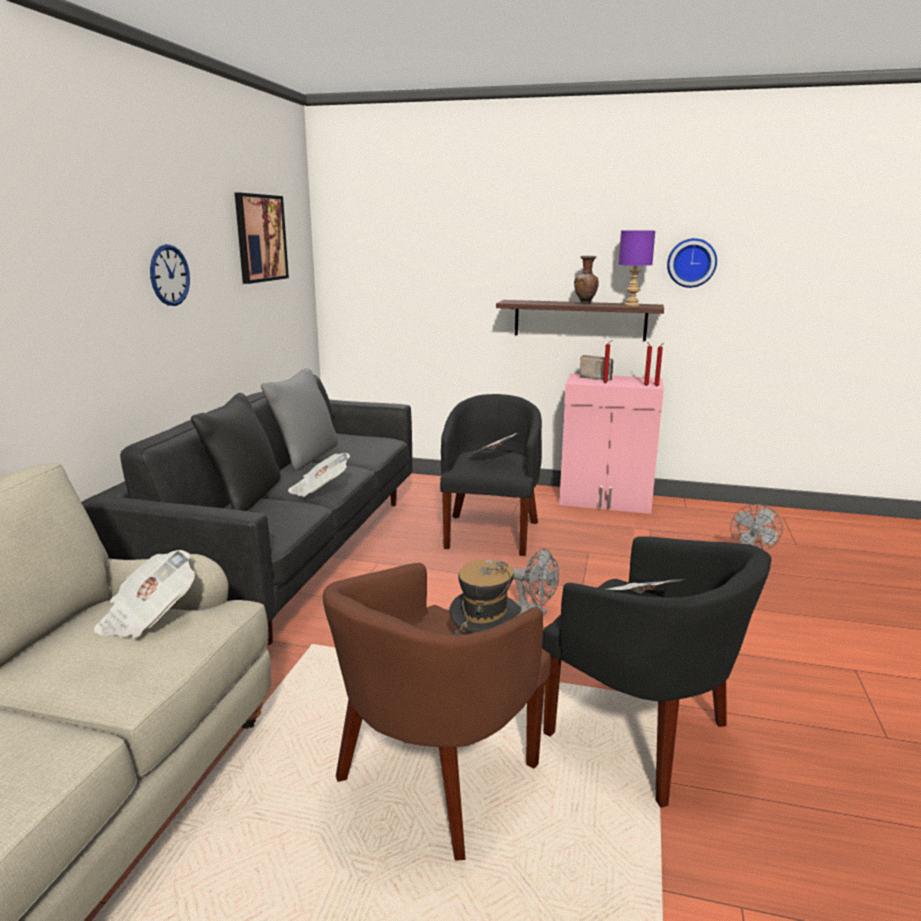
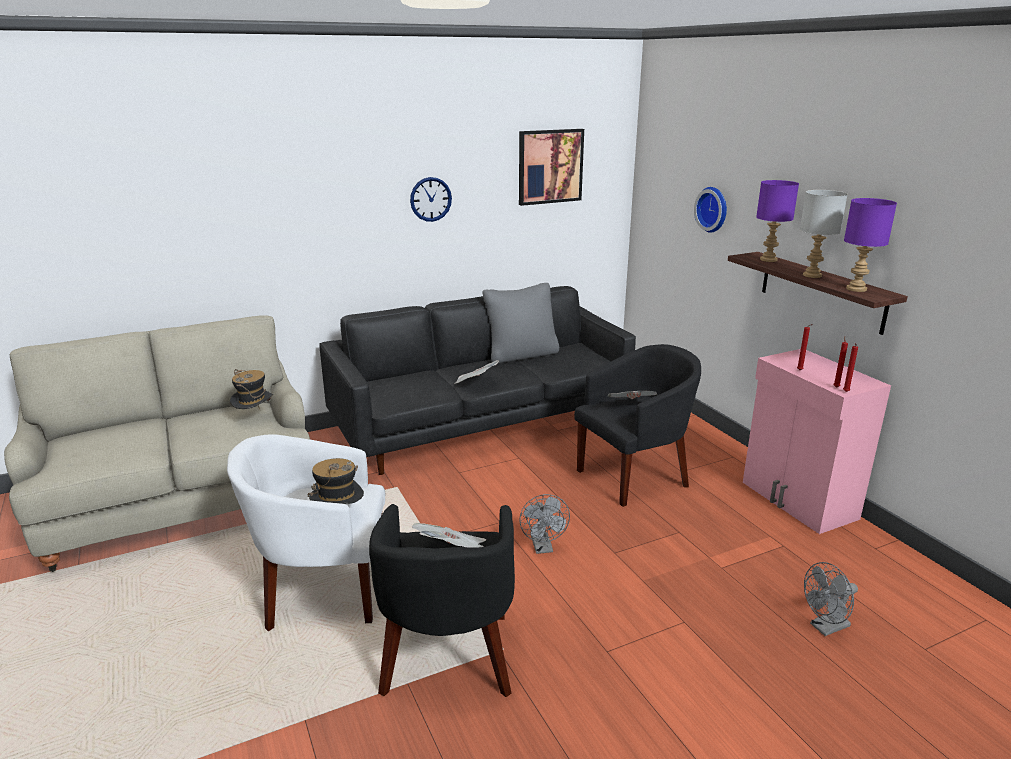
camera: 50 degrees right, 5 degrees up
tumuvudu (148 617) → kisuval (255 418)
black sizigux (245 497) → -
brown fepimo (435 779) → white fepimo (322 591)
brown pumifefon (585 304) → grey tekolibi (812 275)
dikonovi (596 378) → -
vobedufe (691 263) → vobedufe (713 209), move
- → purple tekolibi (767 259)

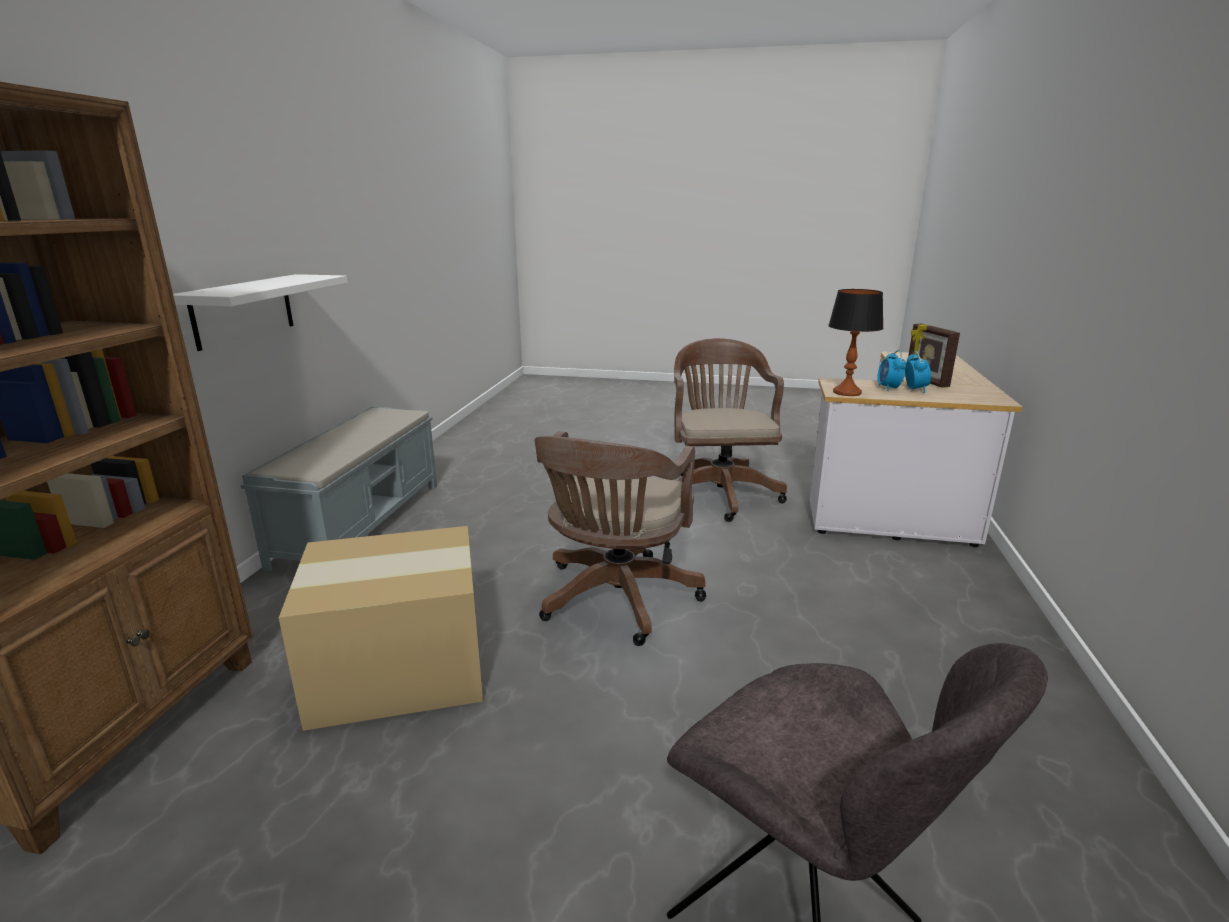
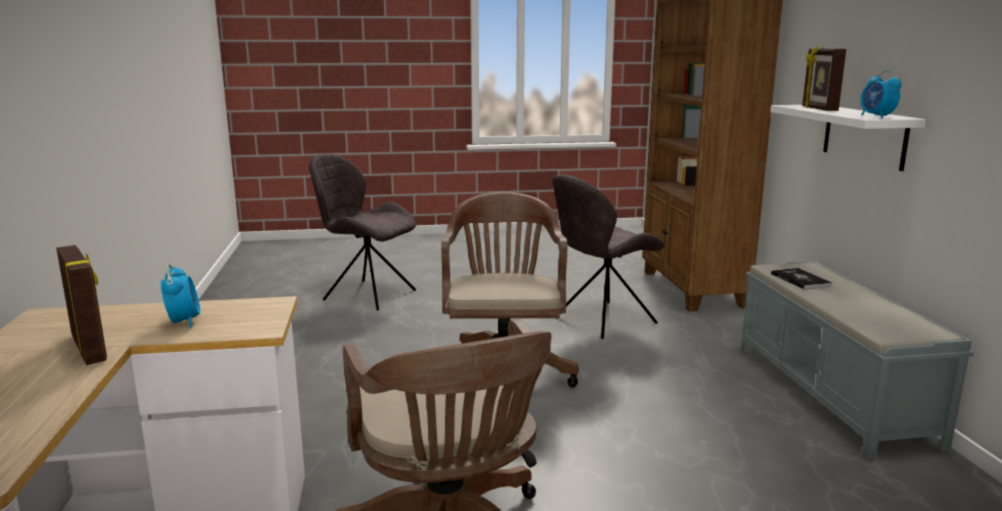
camera: 160 degrees right, 5 degrees down
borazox (402 669) → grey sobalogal (602 320)
tekolibi (846 392) → -
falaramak (915 389) → falaramak (876 117), move
- → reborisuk (800 280)
- → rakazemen (818 109)

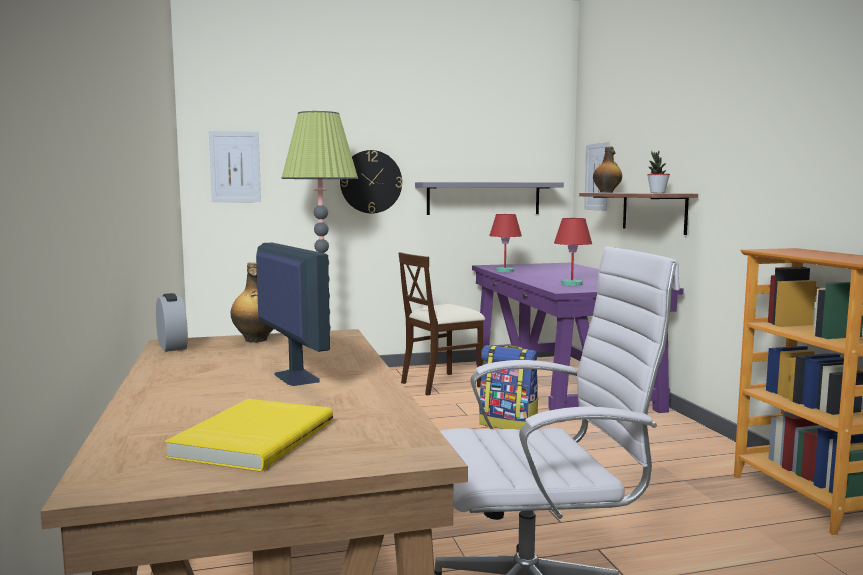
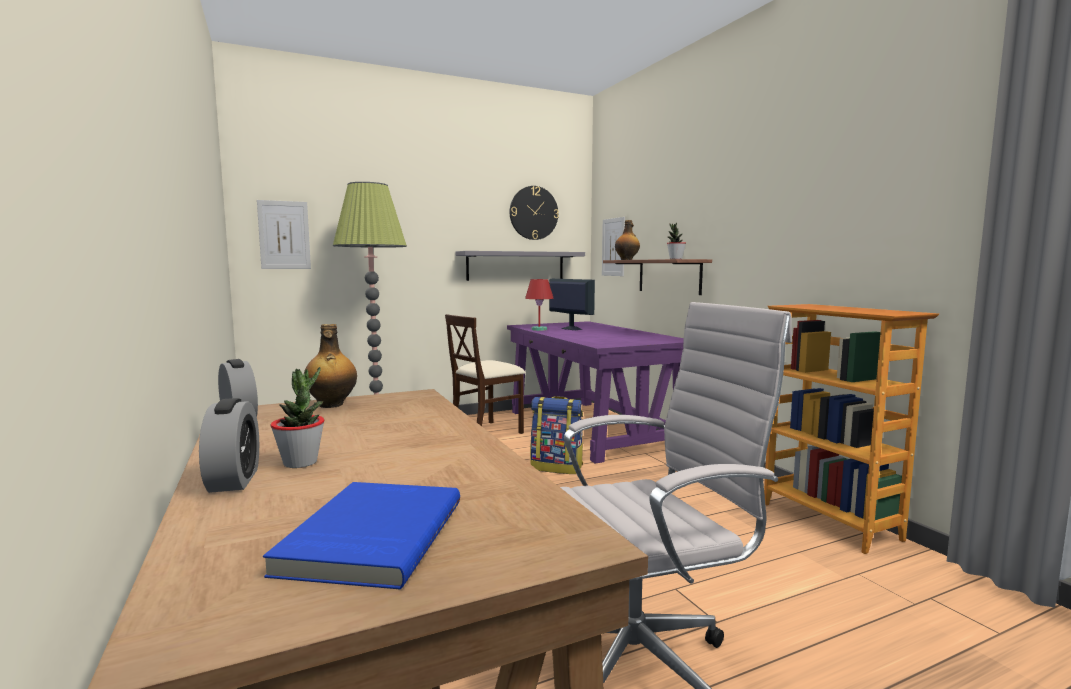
camera: 10 degrees left, 0 degrees up
yellow reborisuk (252 439) → blue reborisuk (370 536)
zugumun (295 377) → zugumun (571 329), move
vobedufe (371 182) → vobedufe (533 213), move
red tekolibi (572 284) → -
- → falaramak (234 480)
- → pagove (300 463)

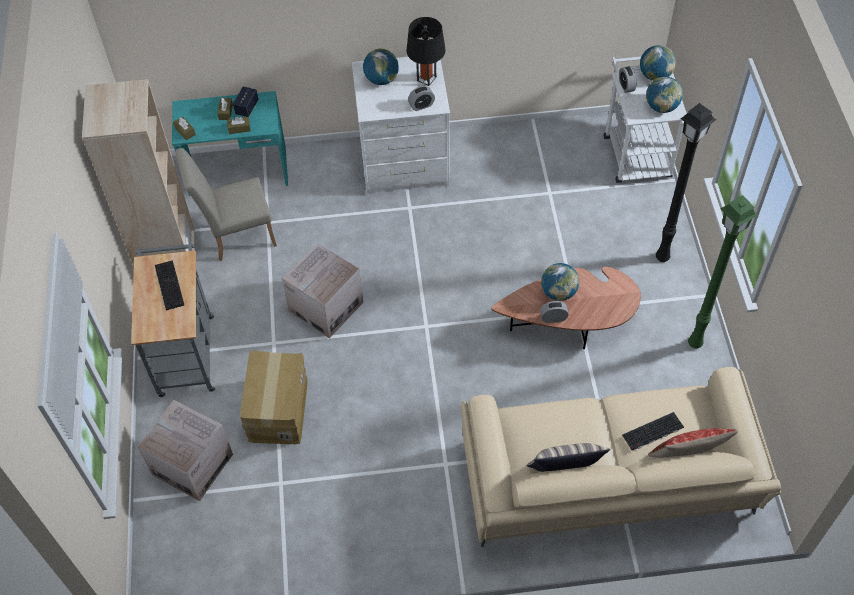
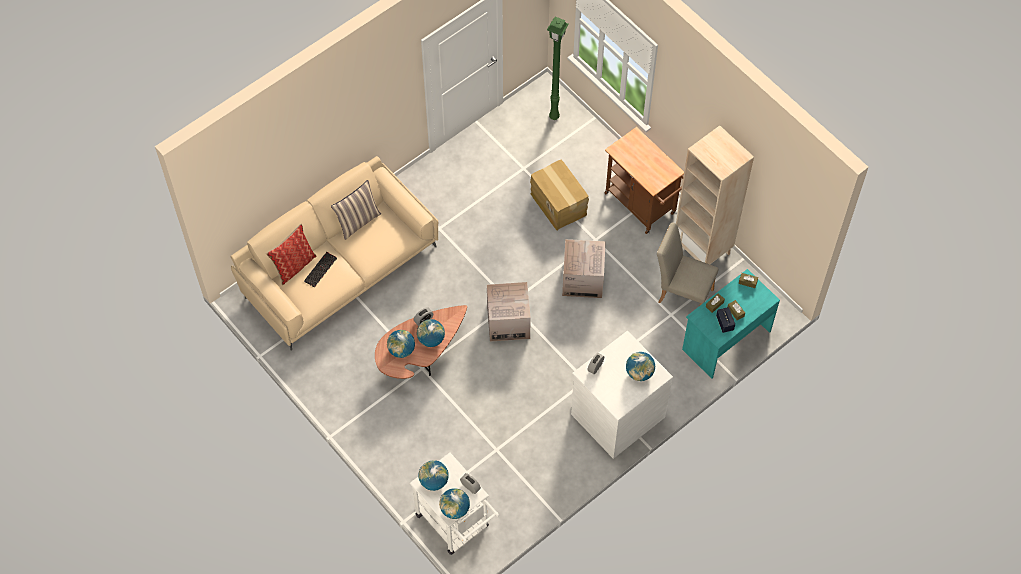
camera: 145 degrees right, 5 degrees up
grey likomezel (186 350) → brown likomezel (643 206)
borazox (193 464) → borazox (508 322), move
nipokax (168 285) → -
beige sobalogal (236 236) → beige sobalogal (681 293), 105 degrees counterclockwise
black tekolibi (426 78) → -
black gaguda (663 257) → -
green gaguda (693 343) → green gaguda (555 116), move
- → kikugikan (401 350)

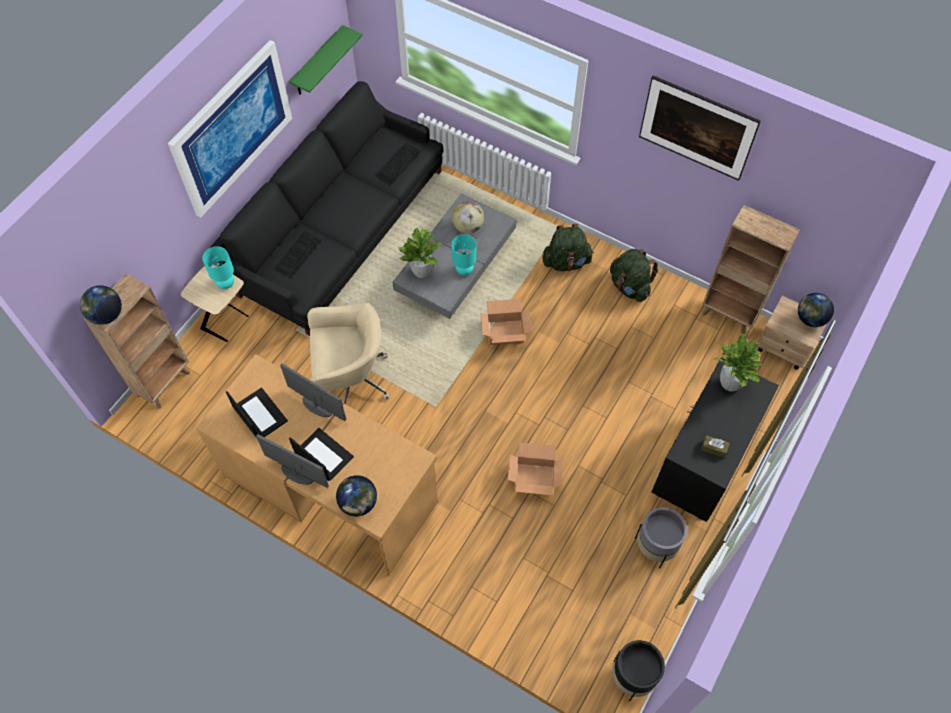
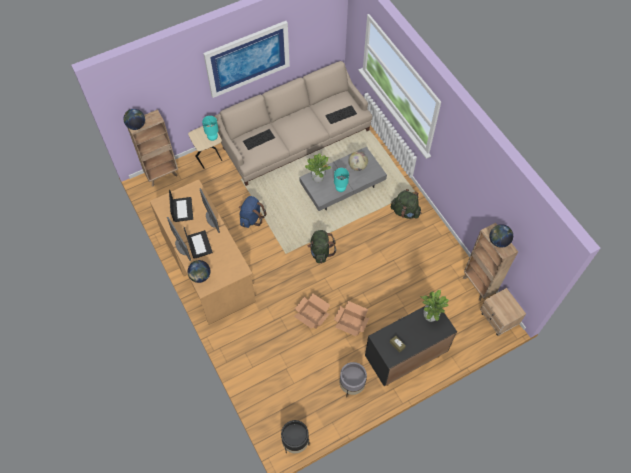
camera: 30 degrees right, 0 degrees up
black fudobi (339 230) → beige fudobi (295 137)
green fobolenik (317 62) → -
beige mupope (350 380) → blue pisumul (251 218)
borazox (505 332) → borazox (351 324), move
green pisumul (629 286) → green pisumul (320 252), move
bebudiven (693 142) → -
kikugikan (810 319) → kikugikan (498 241), move

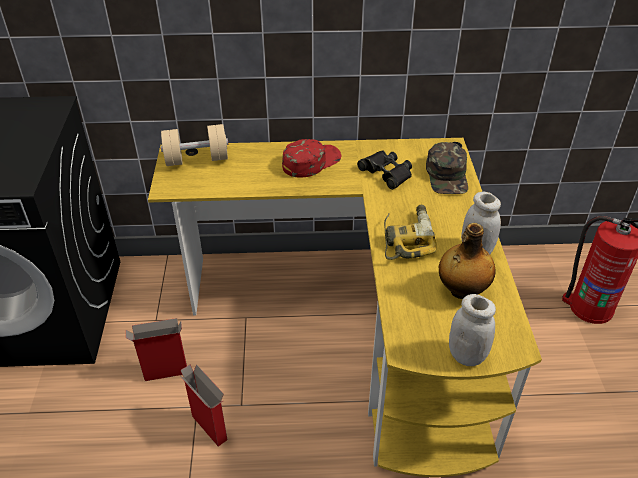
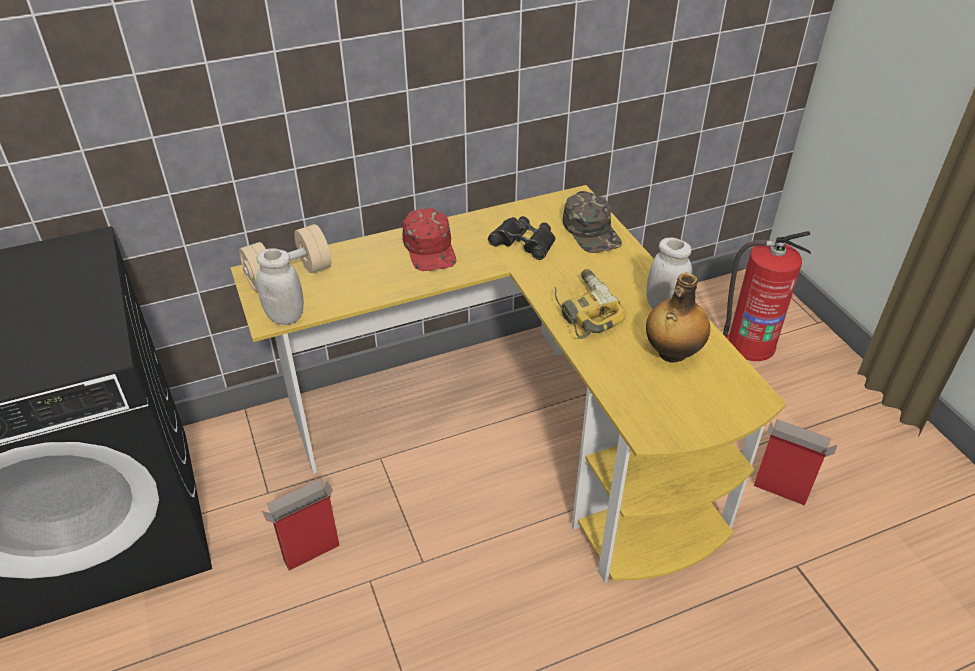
camera: 20 degrees left, 0 degrees up
borazox (210 428) → borazox (781 491), move
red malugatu (311 162) → red malugatu (430 248), 135 degrees clockwise
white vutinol (466 355) → white vutinol (285 317), move

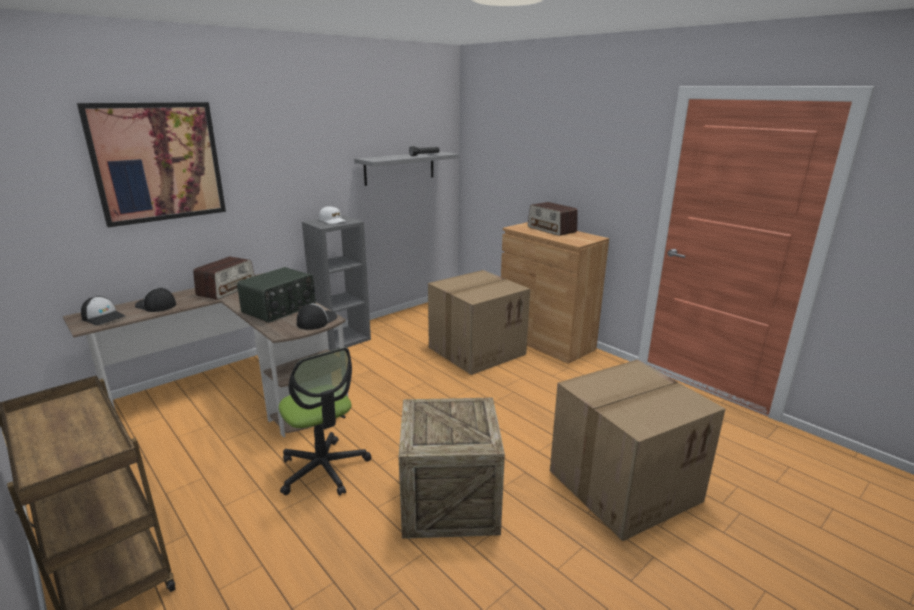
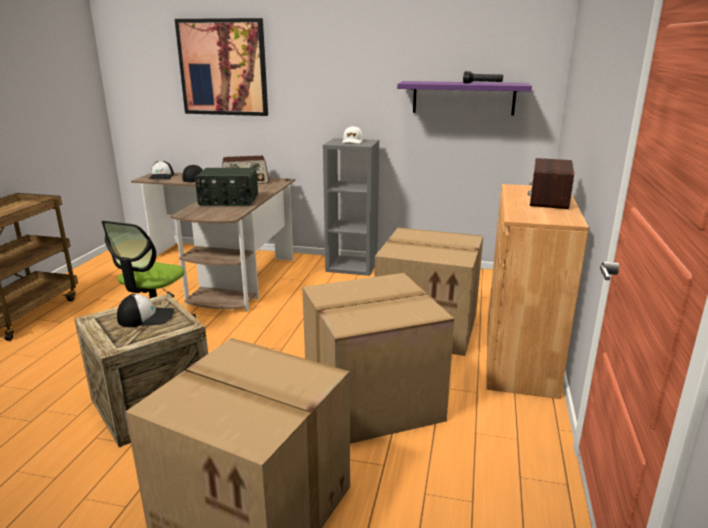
camera: 55 degrees right, 0 degrees up
malugatu (316 320) → malugatu (146 317), move
grey fobolenik (399 168) → purple fobolenik (463 98)
- → borazox (371 401)

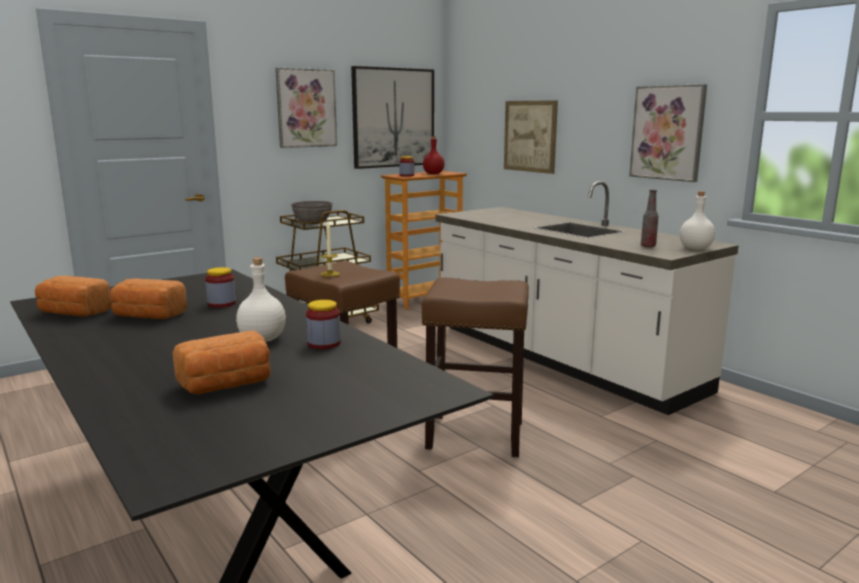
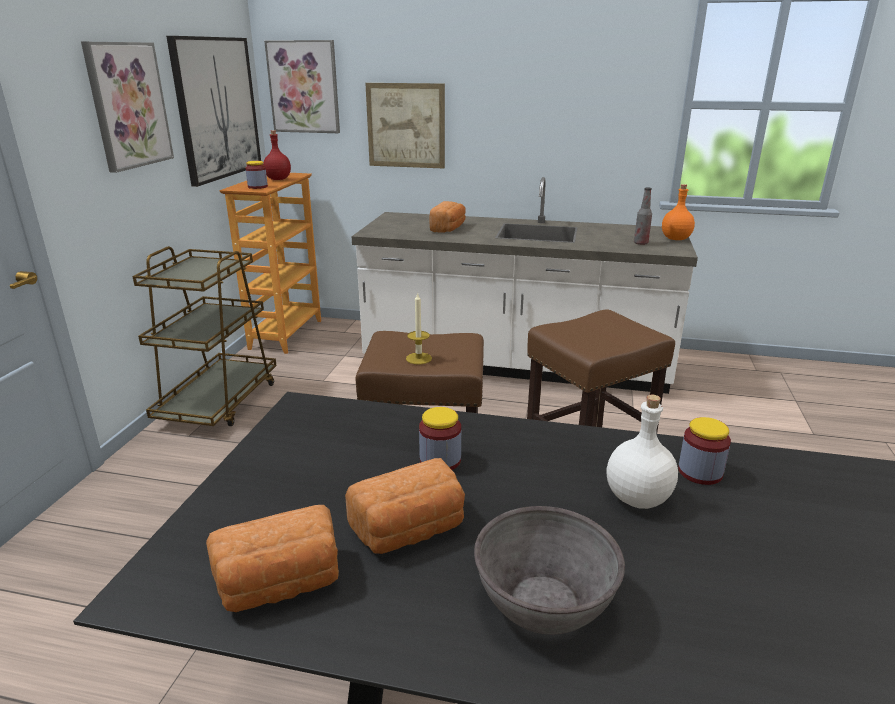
camera: 40 degrees left, 10 degrees up
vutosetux (227 385) → vutosetux (448 228), move
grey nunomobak (312 222) → grey nunomobak (544 603), move
bebudiven (667 133) → bebudiven (304 87), move
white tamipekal (695 248) → orange tamipekal (675 239)

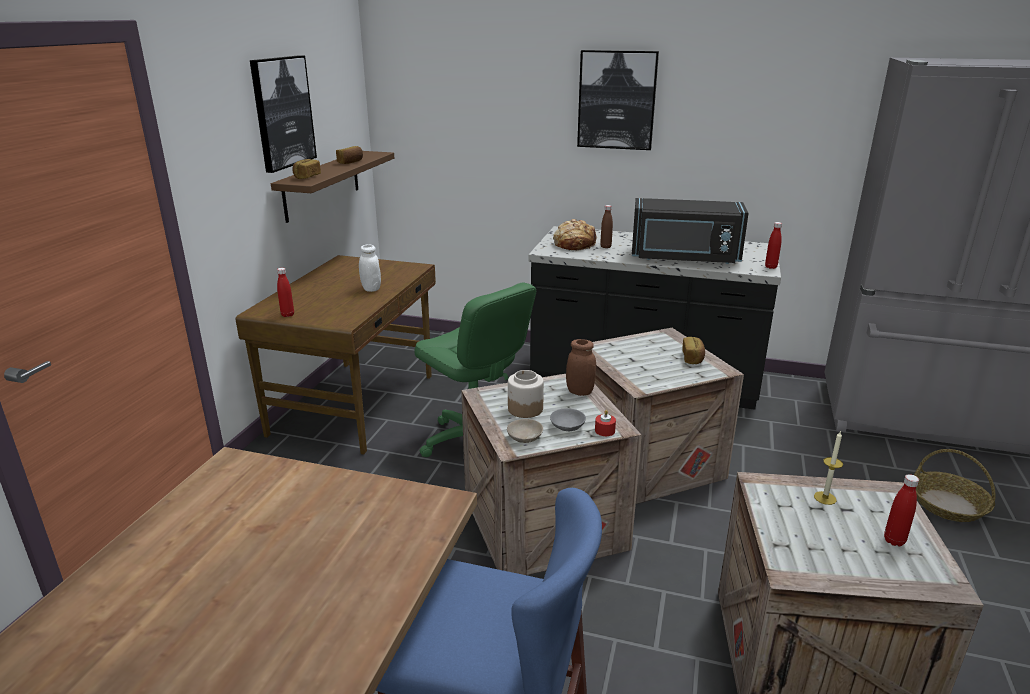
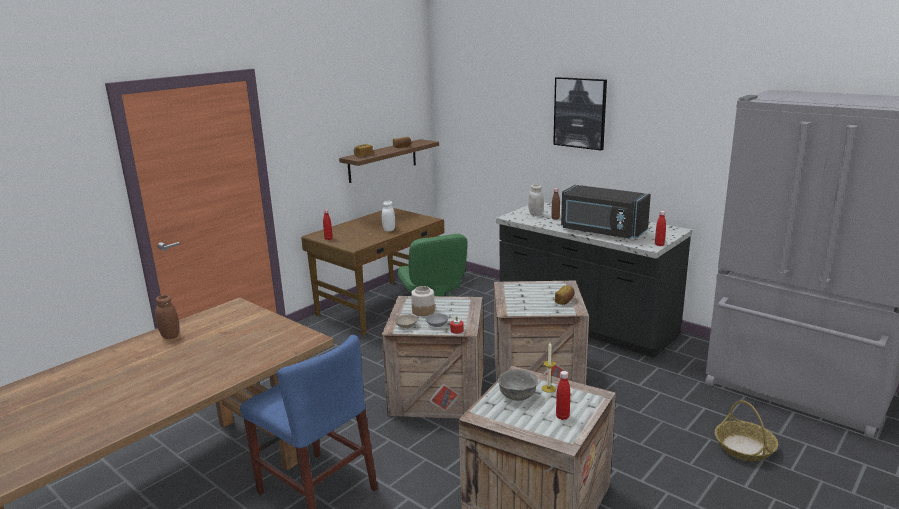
camera: 25 degrees right, 5 degrees down
bebudiven (282 112) → -
vutosetux (574 244) → white vutinol (535 214)
brown vutinol (580 391) → brown vutinol (170 336), move
- → grey nunomobak (518 396)

